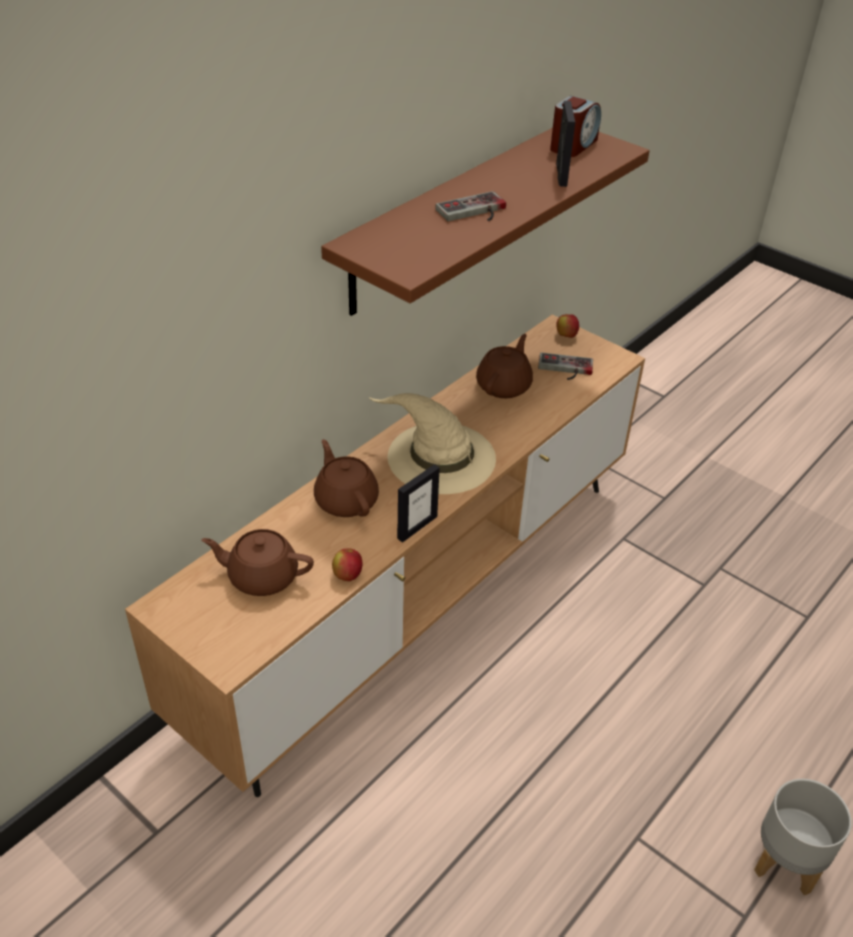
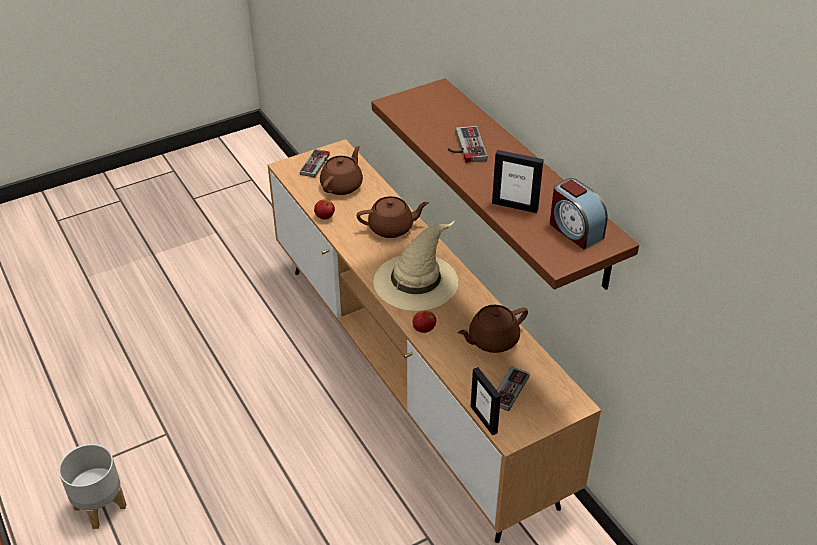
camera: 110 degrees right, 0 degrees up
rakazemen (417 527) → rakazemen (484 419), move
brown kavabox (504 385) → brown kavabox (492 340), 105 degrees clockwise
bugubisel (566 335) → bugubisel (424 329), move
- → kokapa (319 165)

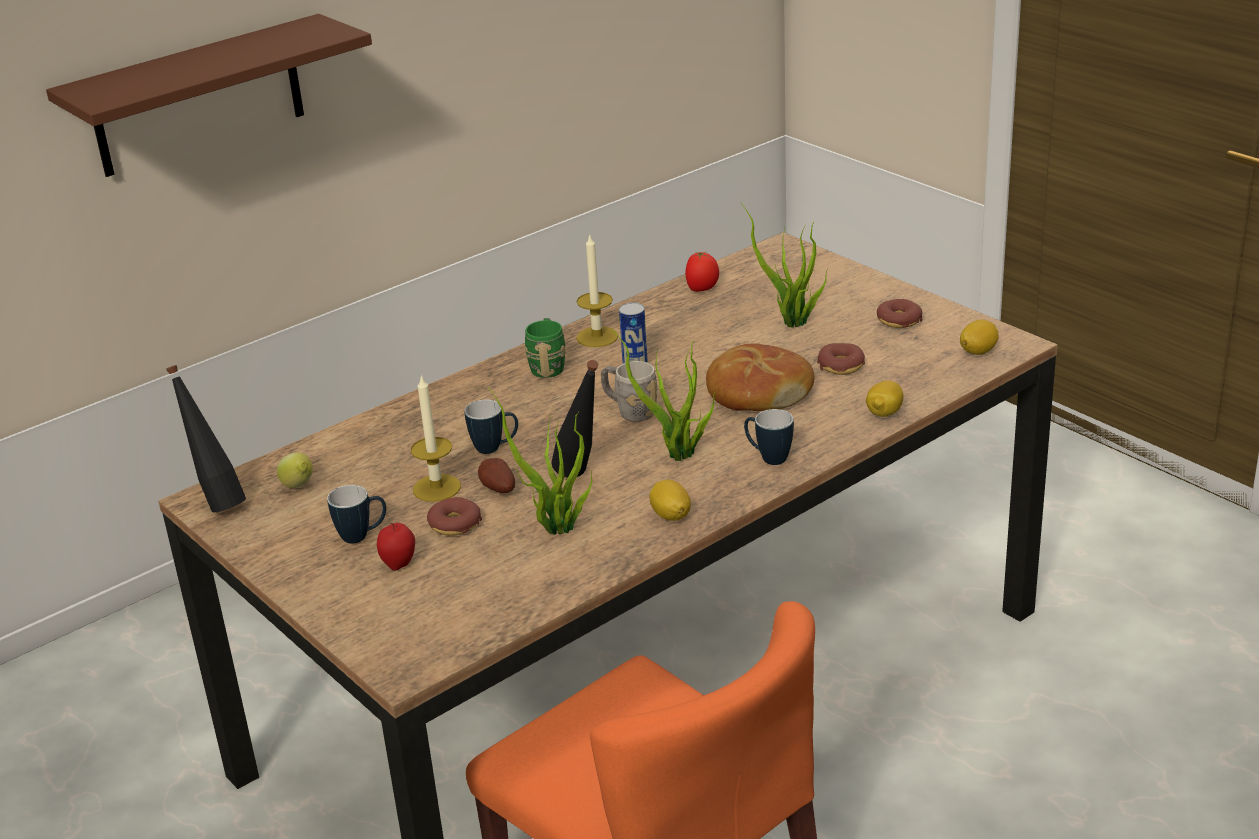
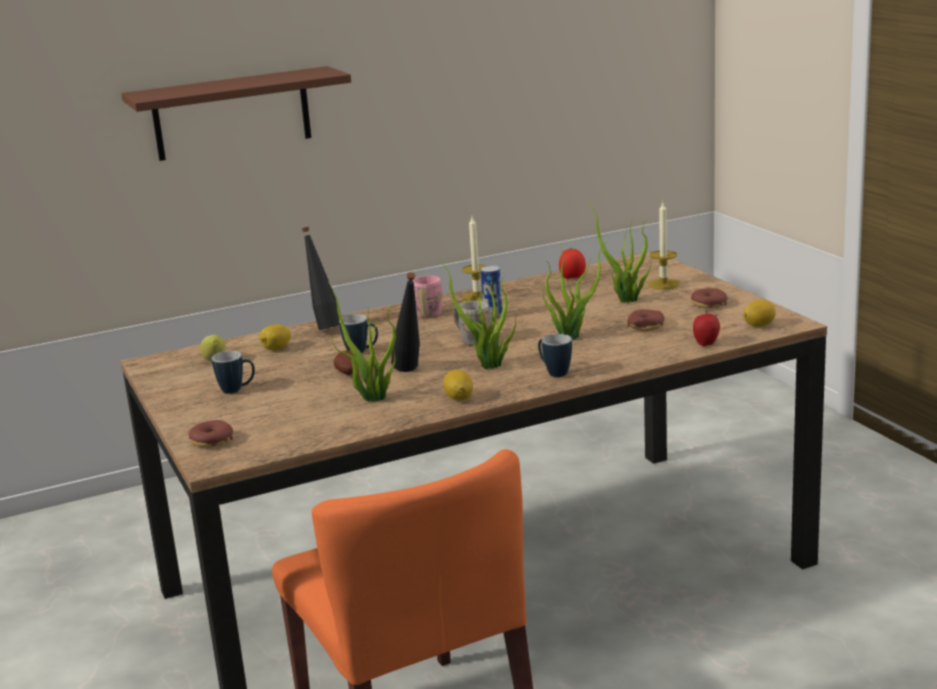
camera: 15 degrees right, 10 degrees down
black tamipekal (217 502) → black tamipekal (325 327), move
bugubisel (399 564) → bugubisel (706 344), move
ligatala (436 488) → ligatala (663 284), move
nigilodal (454 524) → nigilodal (212 441), move
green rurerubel (548 366) → pink rurerubel (431 311)
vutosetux (758 393) → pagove (572 337)
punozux (884 413) → punozux (276 349), move

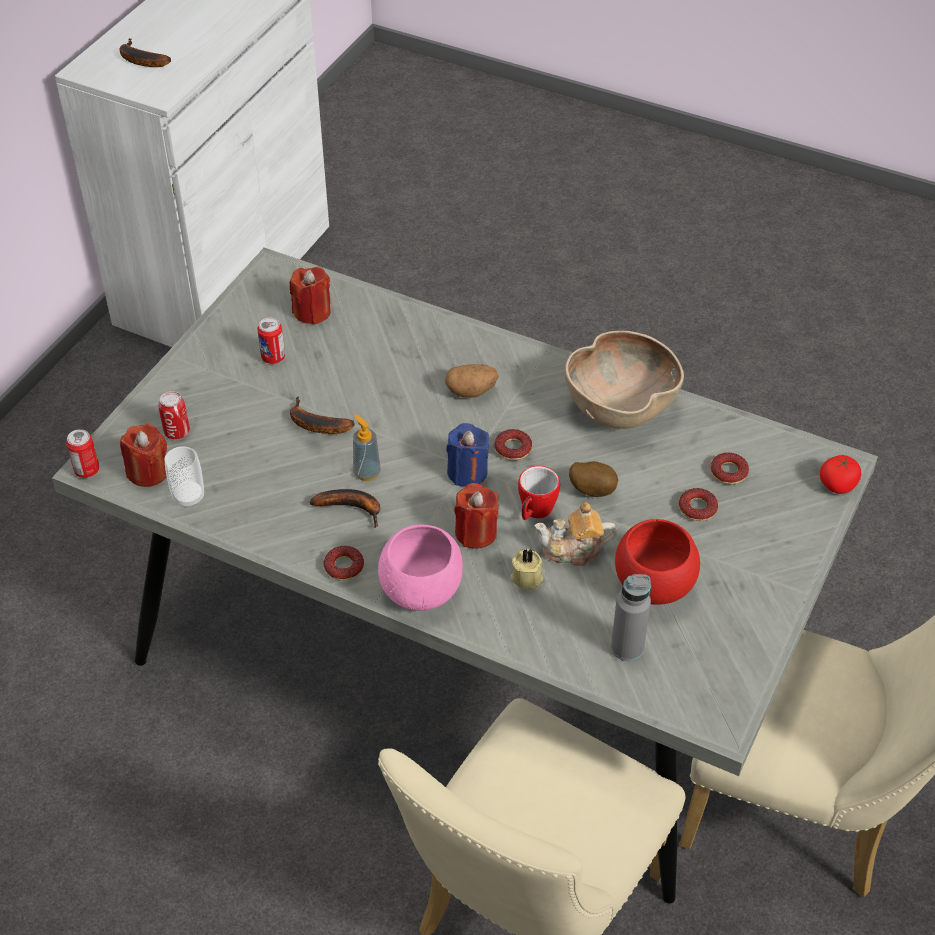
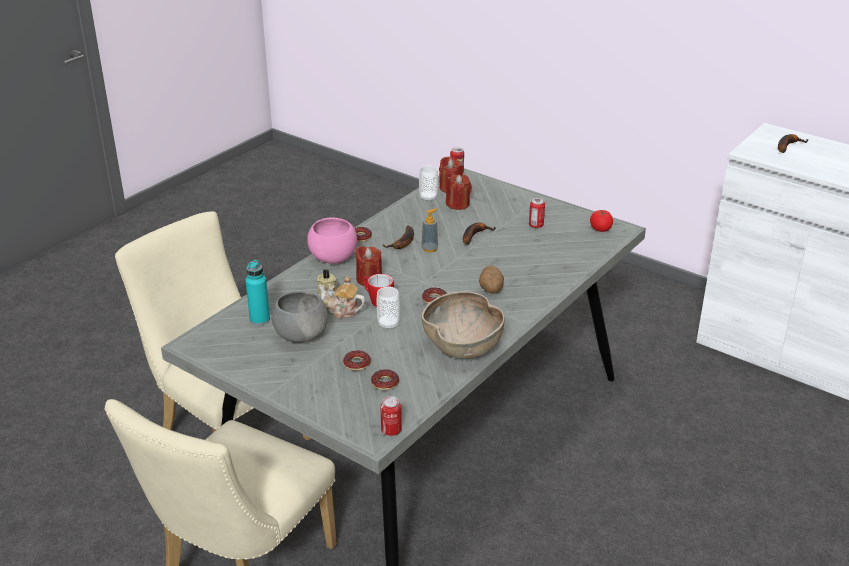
camera: 100 degrees right, 15 degrees down
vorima (177 432) → vorima (391 430), move
red ligatala (312 312) → red ligatala (458 204), move
blue ligatala (467 472) → -
kavabox (573 550) → kavabox (341 311), 75 degrees counterclockwise
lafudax (592 490) → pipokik (388 324)
grey tamipekal (627 648) → turquoise tamipekal (260 319)
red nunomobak (652 586) → grey nunomobak (300 335)
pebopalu (837 485) → pebopalu (600 229), move

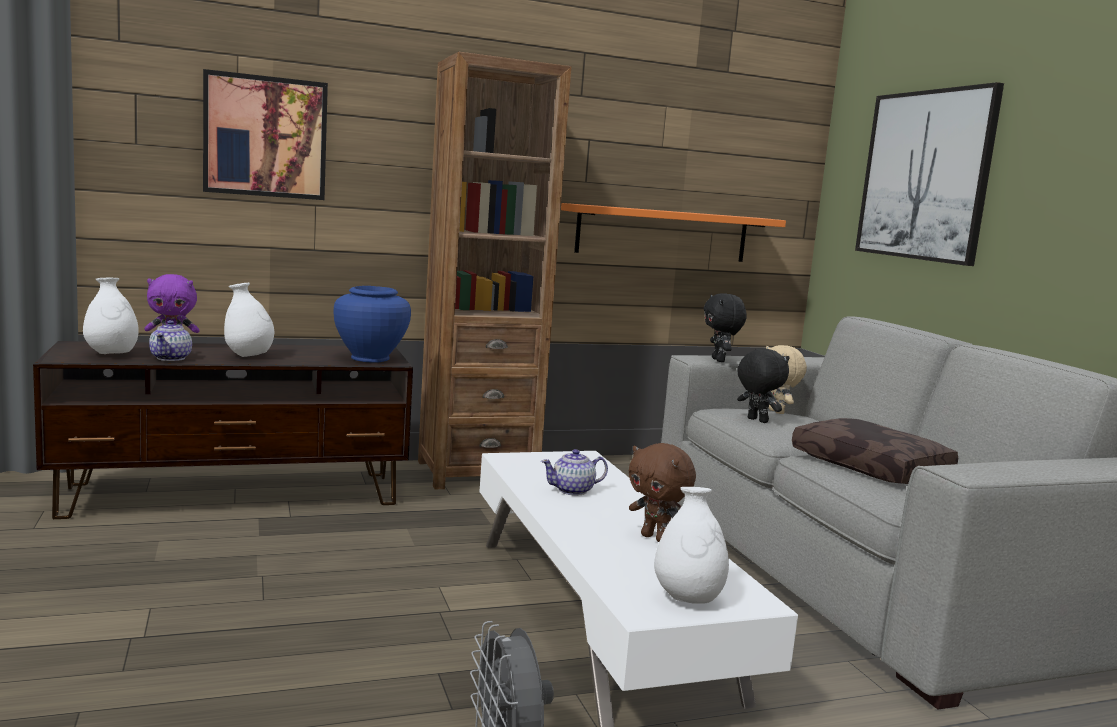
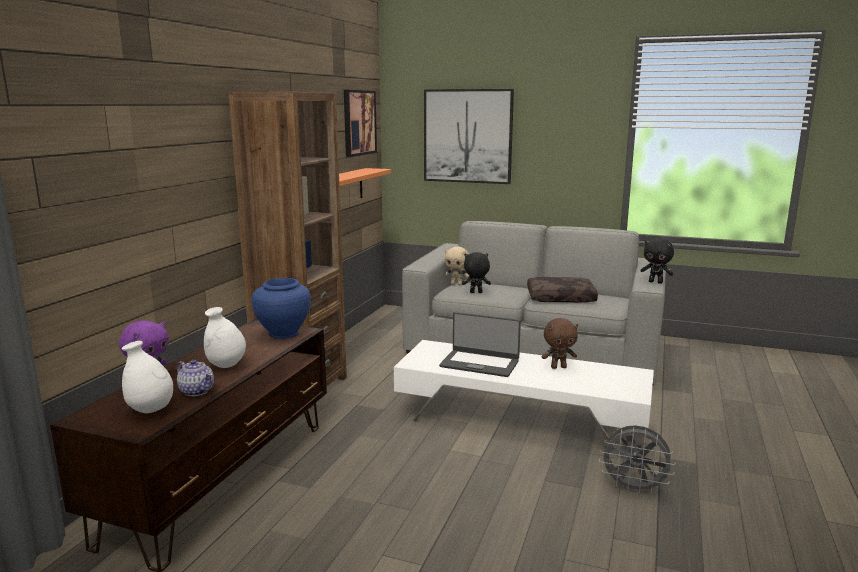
camera: 50 degrees left, 5 degrees up
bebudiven (265 137) → bebudiven (359 122), move
kavabox (573 490) → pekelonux (479 363)
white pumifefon (687 599) → -
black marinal (719 360) → black marinal (656 282), move

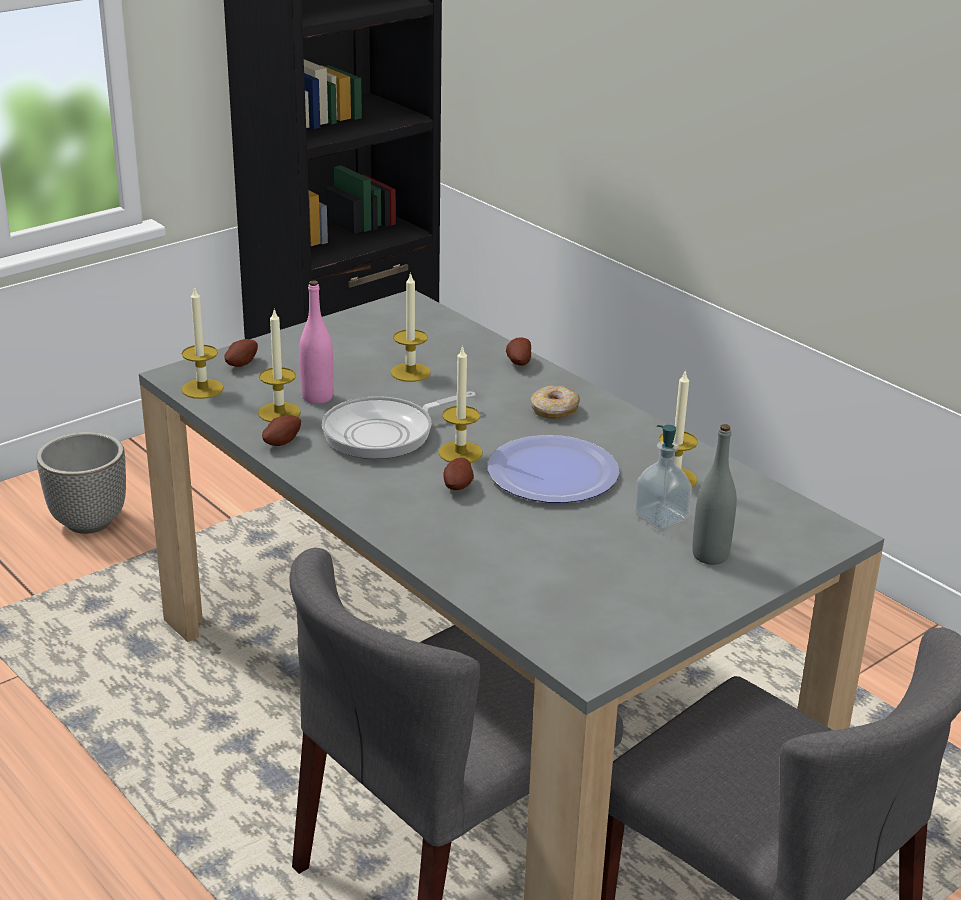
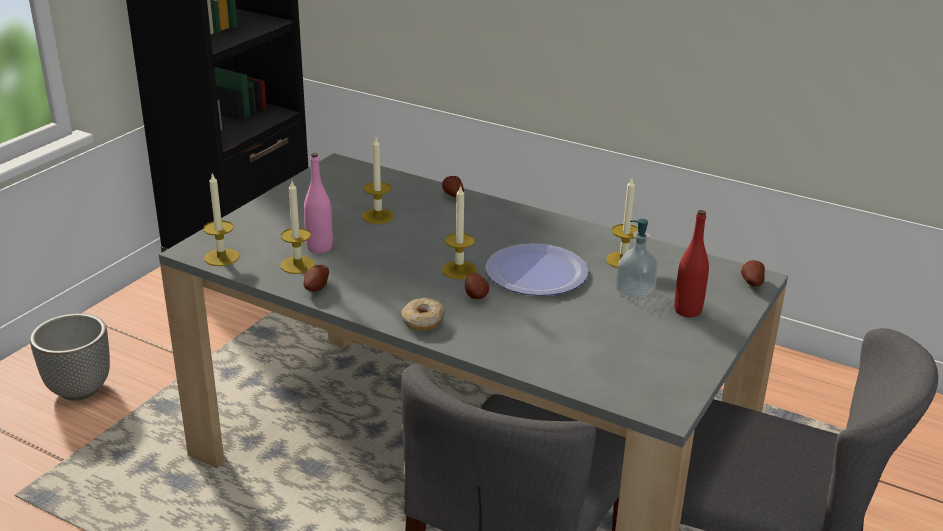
camera: 20 degrees left, 0 degrees up
lafudax (240 363) → lafudax (751 283), move
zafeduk (384 433) → -
nigilodal (554 410) → nigilodal (423 322), move
grey tamipekal (710 555) → red tamipekal (687 311)

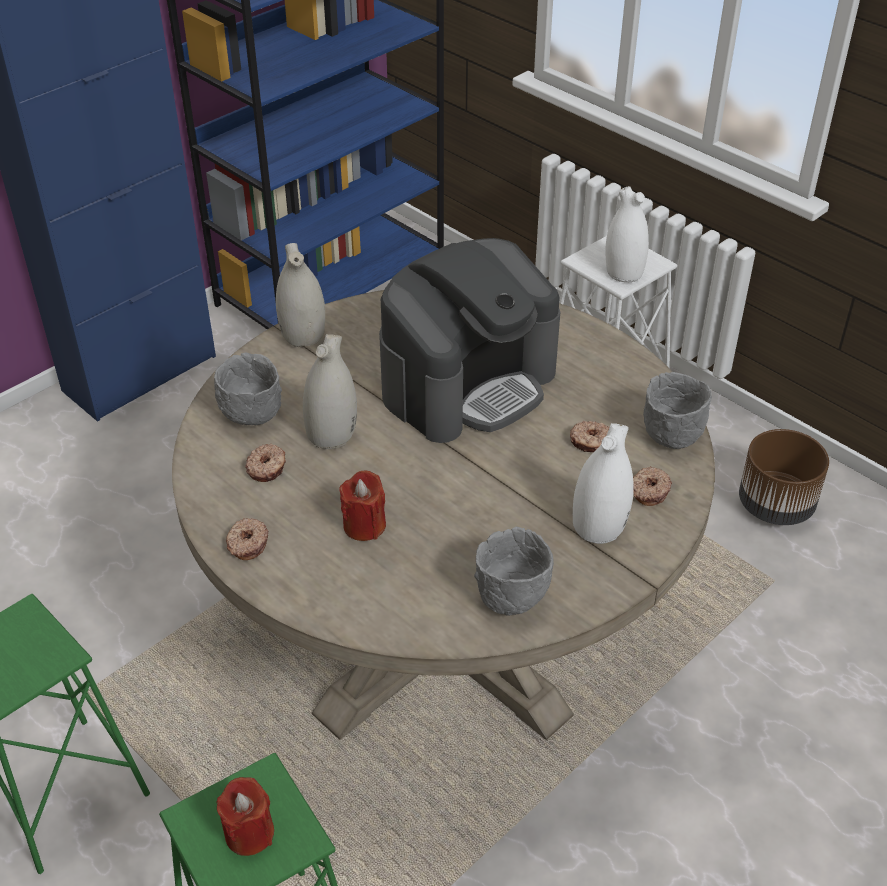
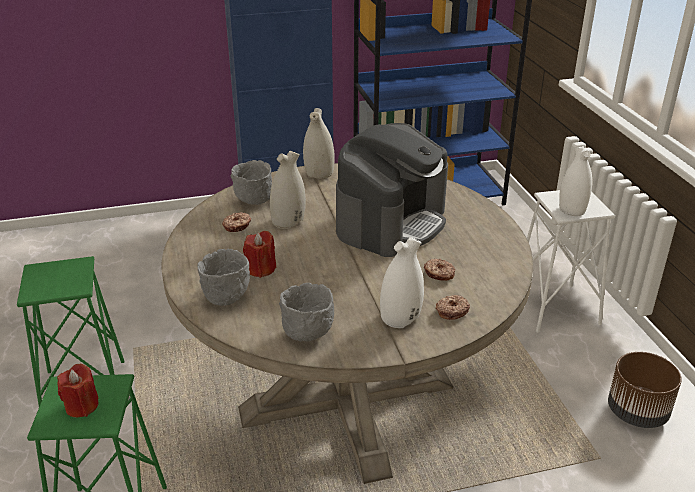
camera: 30 degrees right, 10 degrees down
nigilodal (247 544) → -
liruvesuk (468 383) → liruvesuk (391 222), 45 degrees counterclockwise
grey nunomobak (672 436) → grey nunomobak (227 298), move

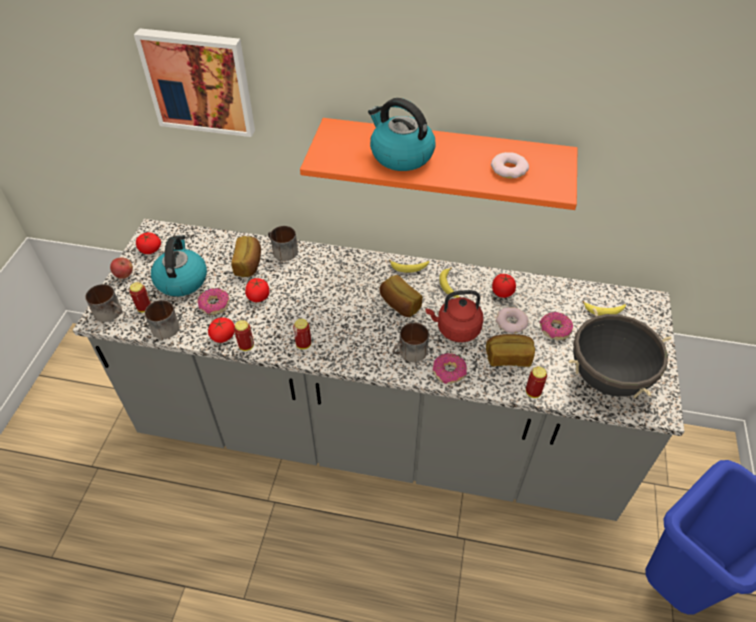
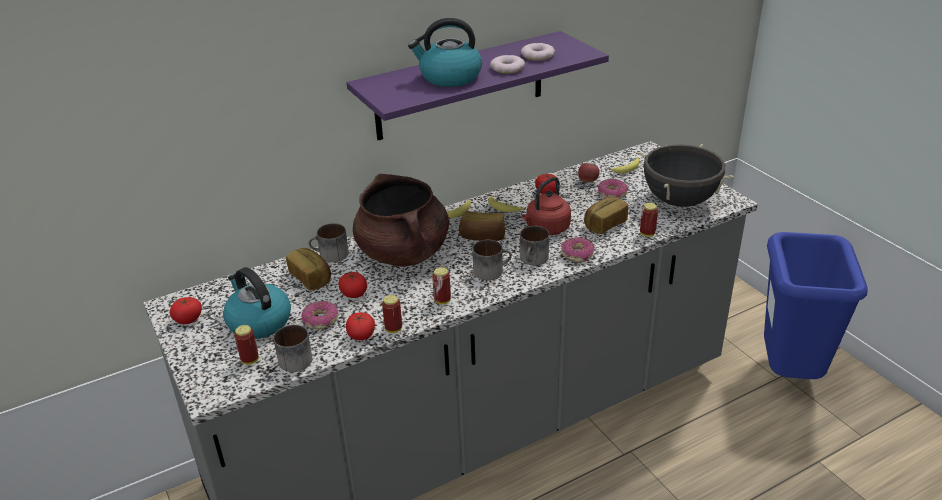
camera: 40 degrees left, 15 degrees down
rurerubel (111 312) → rurerubel (491 270), move
bugubisel (124 275) → bugubisel (587 181), move
bebudiven (199 81) → -
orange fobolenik (444 160) → purple fobolenik (460 86)
nigilodal (511 322) → nigilodal (507 68), move
- → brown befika (403 253)

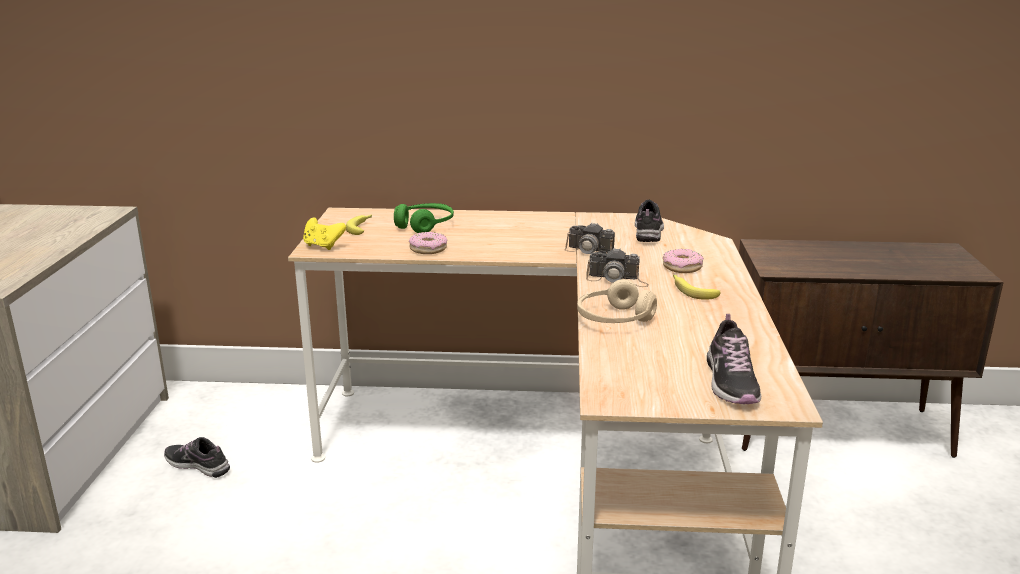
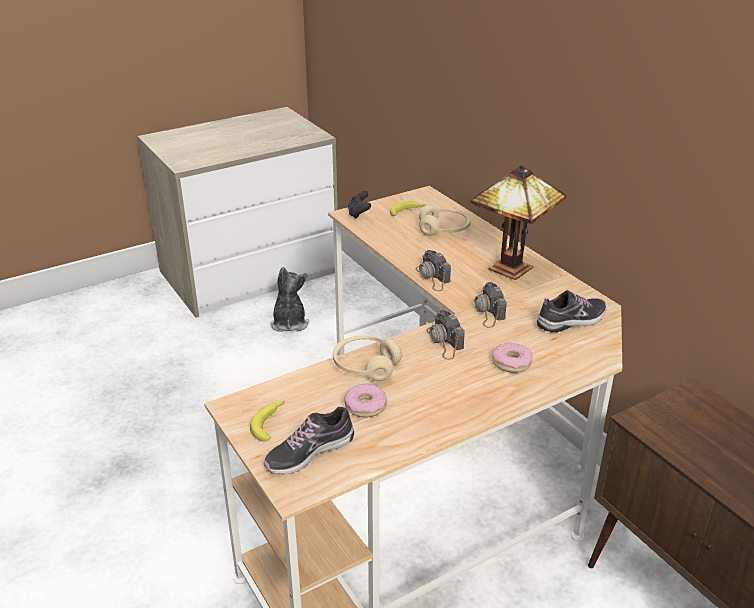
camera: 55 degrees right, 10 degrees up
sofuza (198 465) → marinal (289 323)
yellow kokapa (323 246) → black kokapa (359 214)
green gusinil (425 225) → beige gusinil (444 229)
nigilodal (428 249) → nigilodal (365 406), move
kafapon (691 291) → kafapon (270 423), move
- → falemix (433 277)
- → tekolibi (510 267)

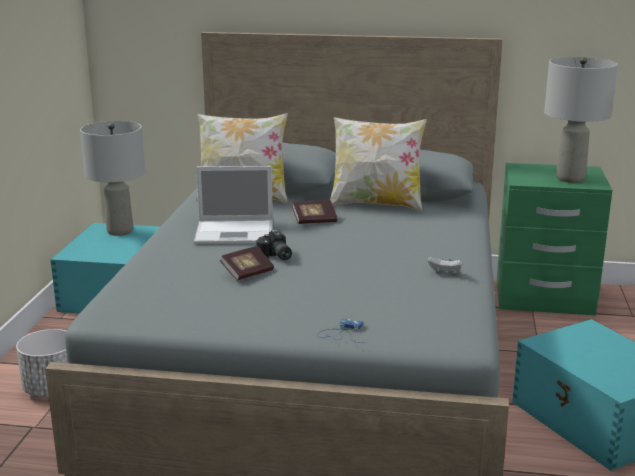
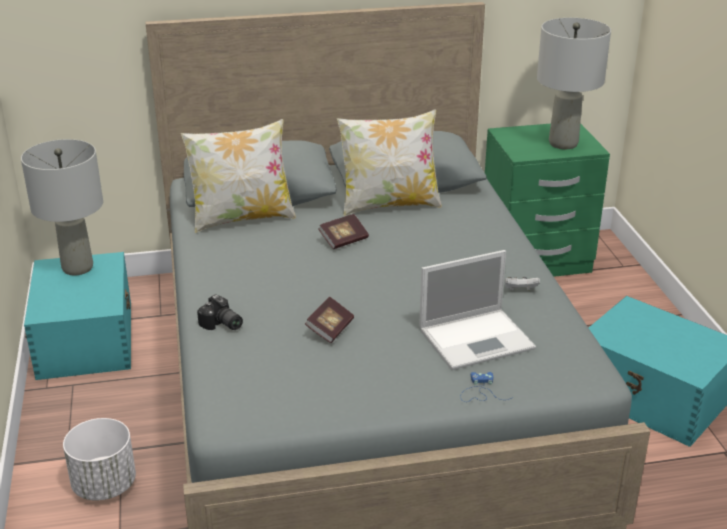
camera: 20 degrees left, 10 degrees up
pekelonux (236 232) → pekelonux (478 338), move
falemix (275 256) → falemix (221 325), move

